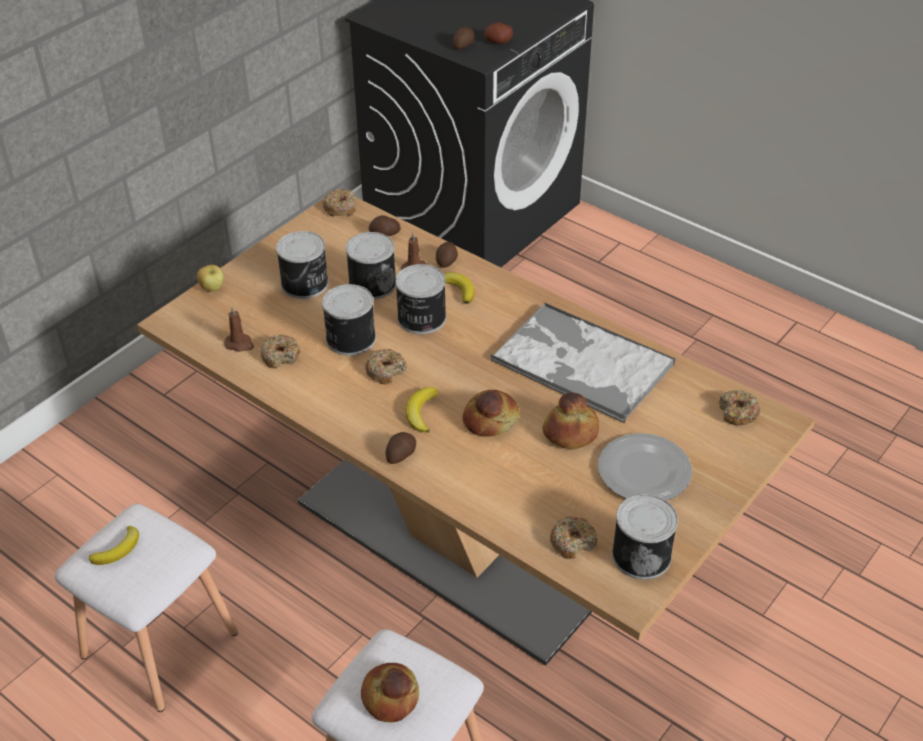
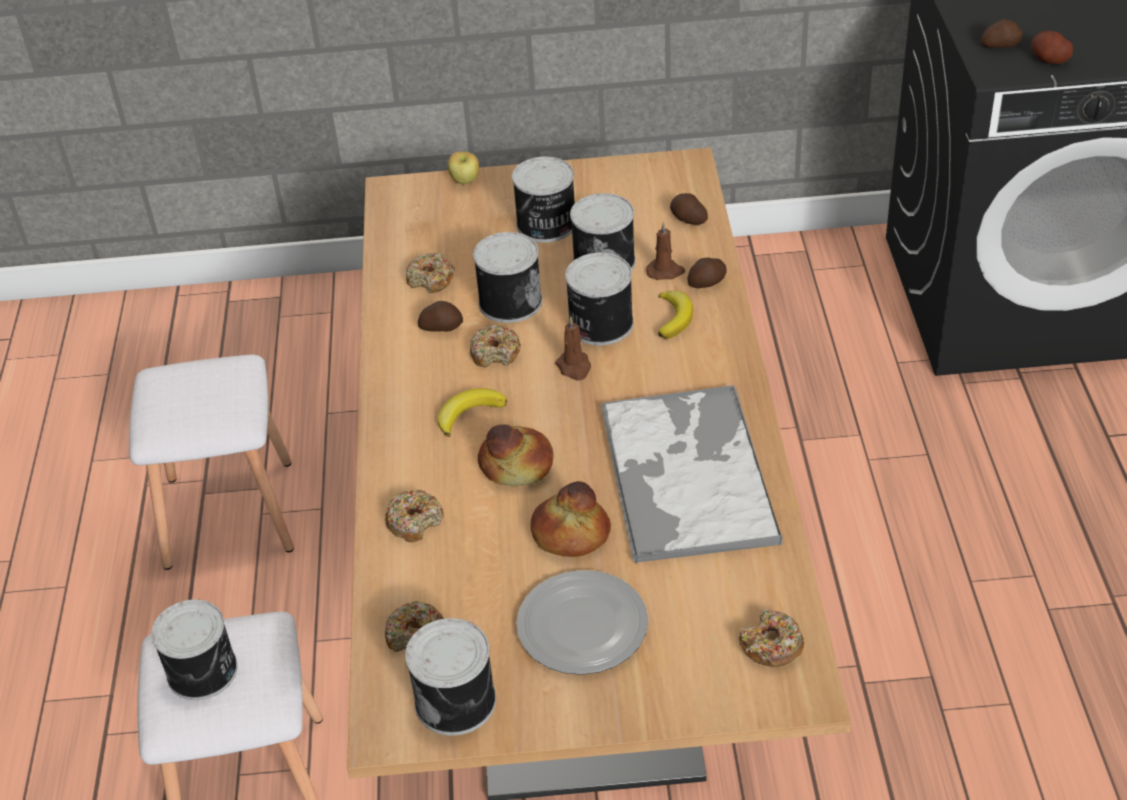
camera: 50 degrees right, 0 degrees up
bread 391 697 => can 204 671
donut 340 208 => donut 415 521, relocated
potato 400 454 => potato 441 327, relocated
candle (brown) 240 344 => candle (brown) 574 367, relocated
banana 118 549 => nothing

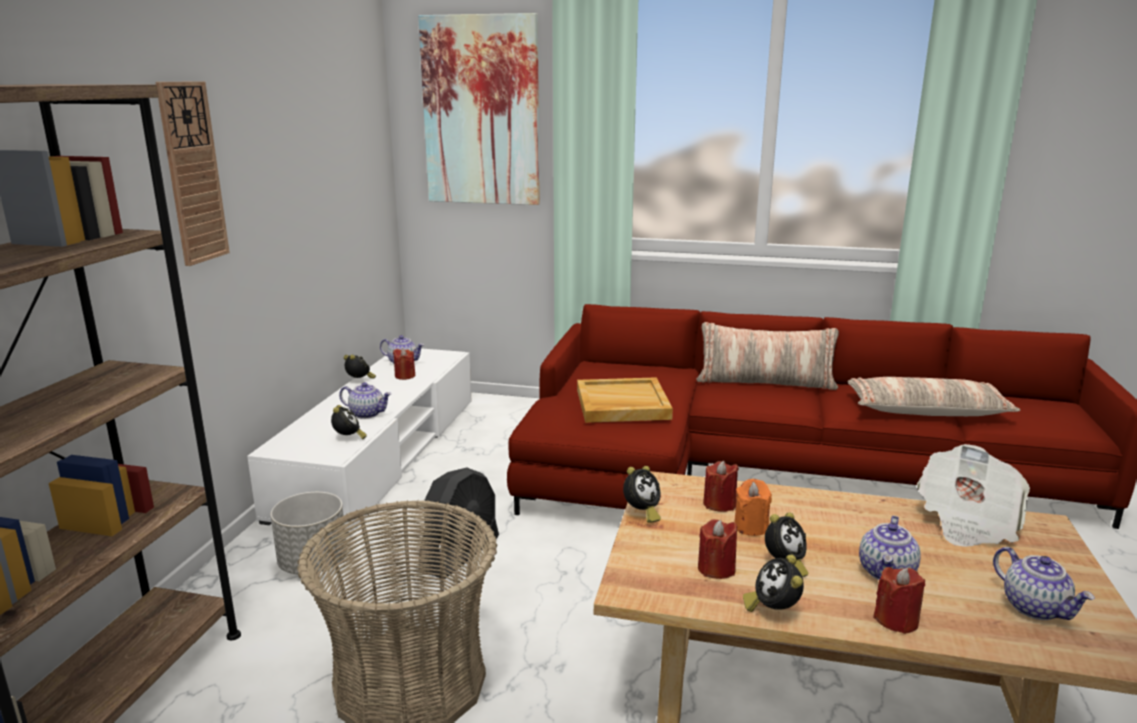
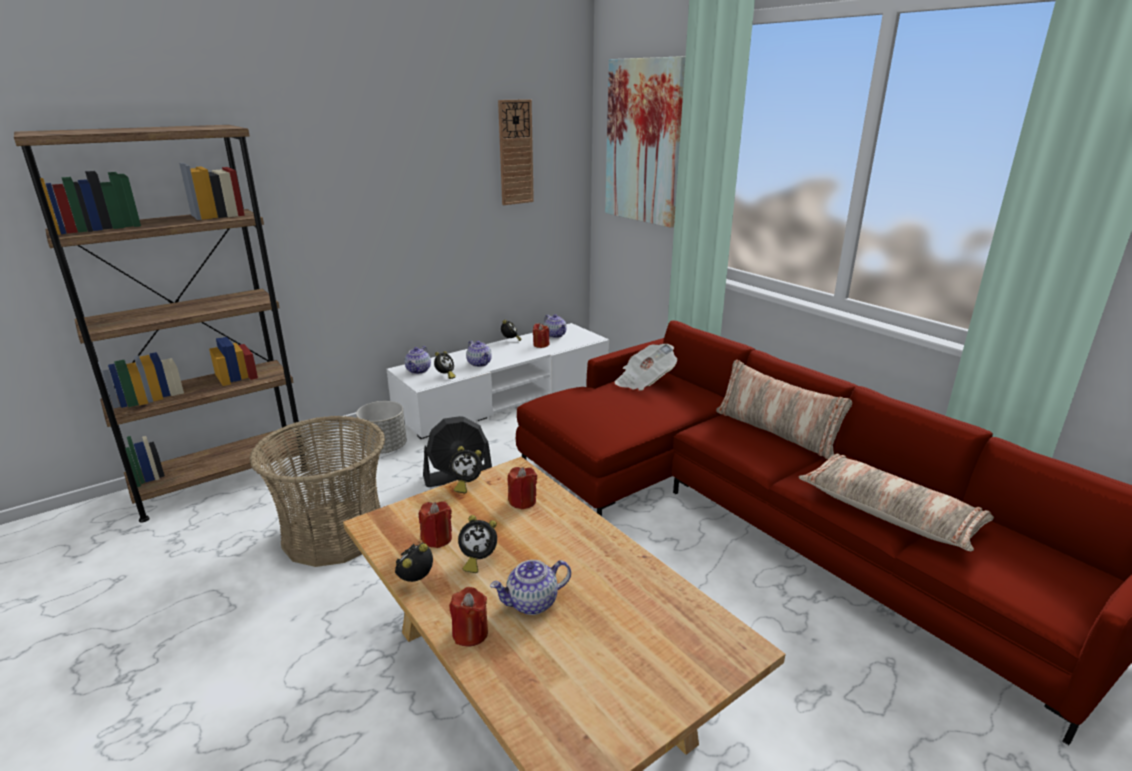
camera: 40 degrees right, 5 degrees up
teapot 1035 608 => teapot 418 370, relocated
wall clock 192 173 => wall clock 515 153, relocated
newspaper 967 522 => newspaper 644 381, relocated
tray (beige) 621 404 => nothing
candle (orange) 751 527 => nothing

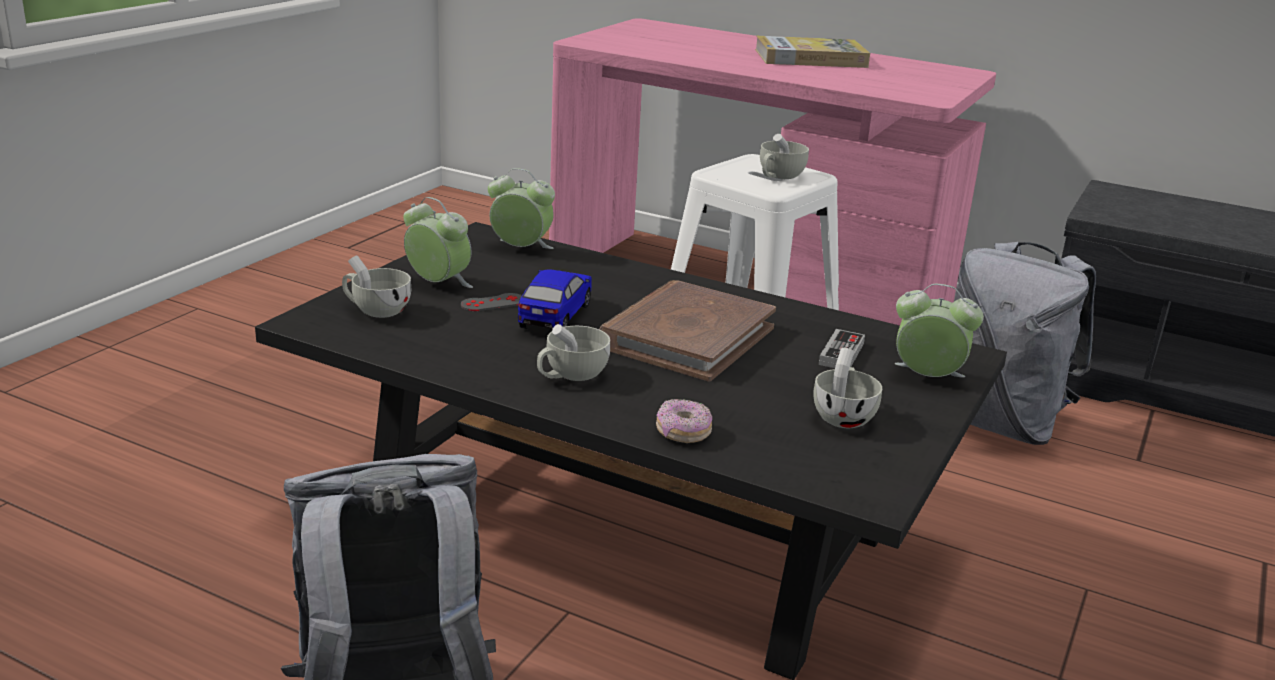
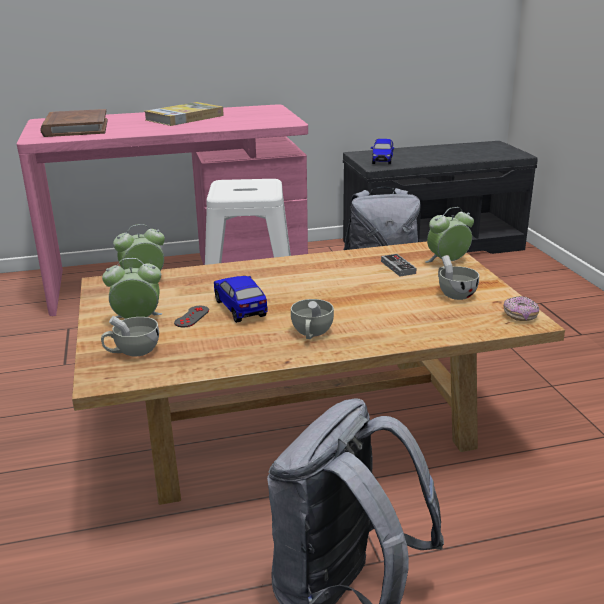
camera: 40 degrees left, 0 degrees up
book (brown) 687 337 => book (brown) 76 128, relocated
coffee table (black) 626 527 => coffee table (beige) 304 425
nothing => toy car 382 160
donut 683 433 => donut 520 316, relocated
cup (white) 778 177 => nothing

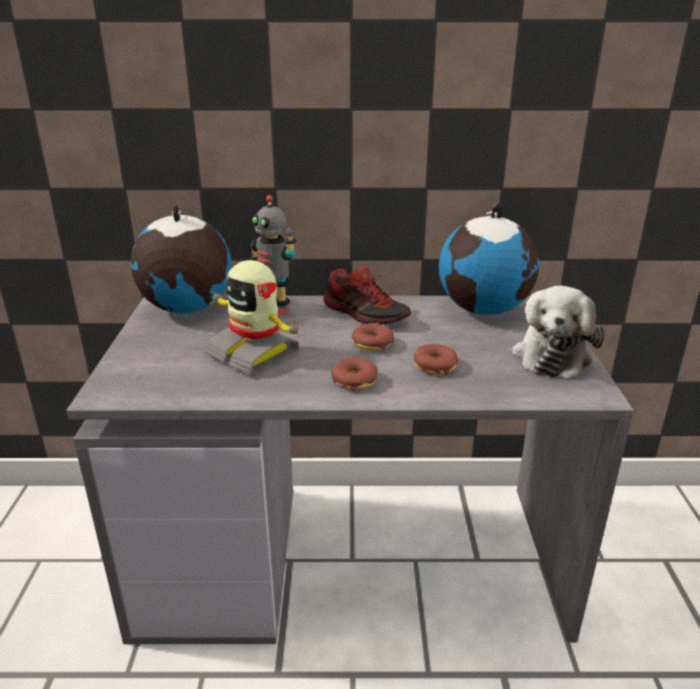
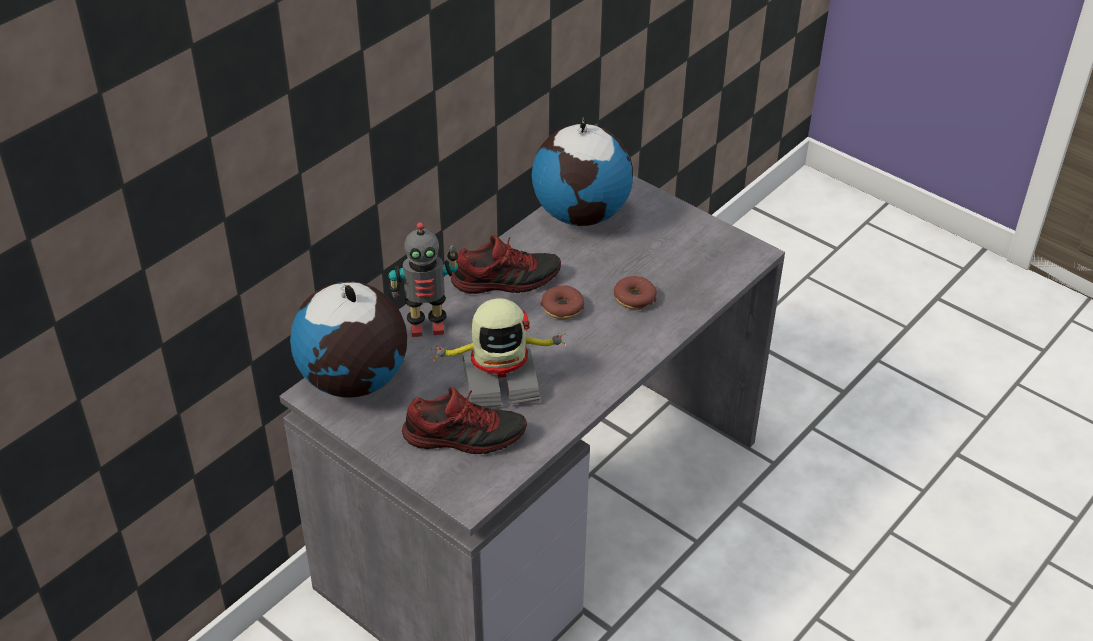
camera: 50 degrees left, 15 degrees up
nothing => shoe 464 435
donut 354 380 => nothing
plush toy 552 355 => nothing

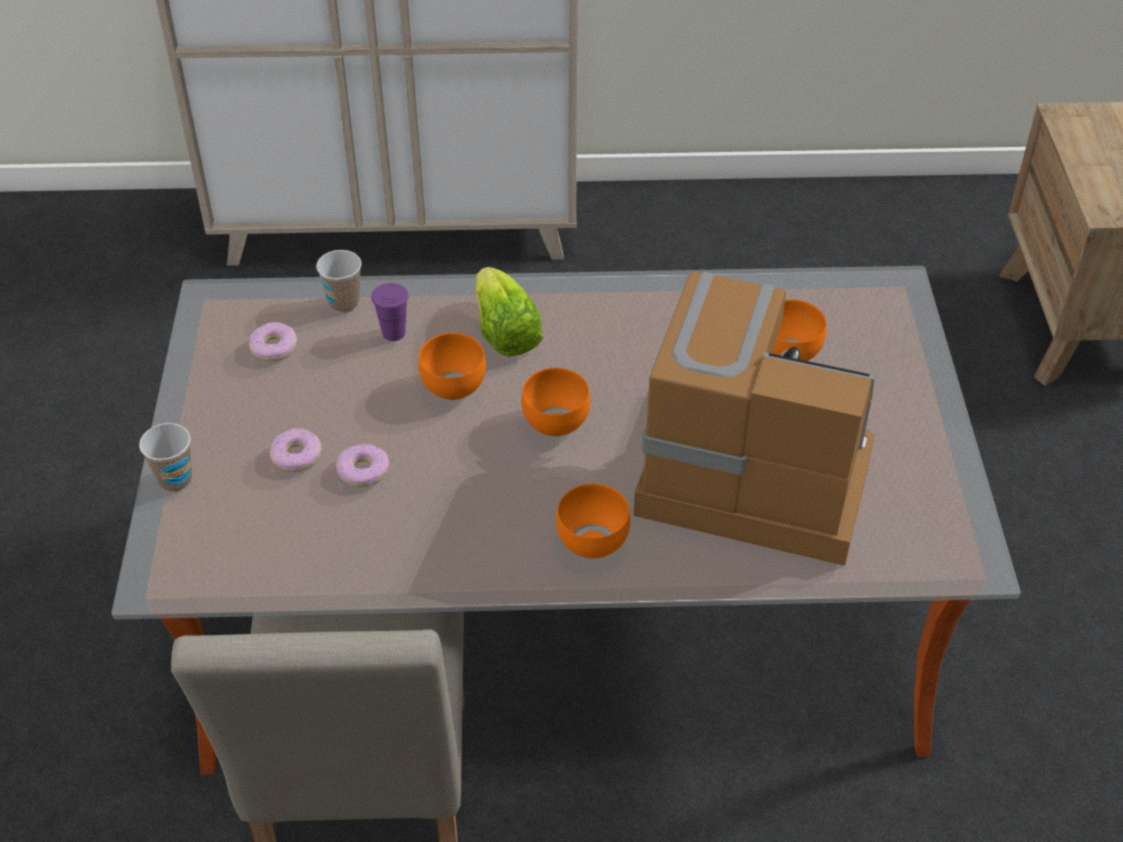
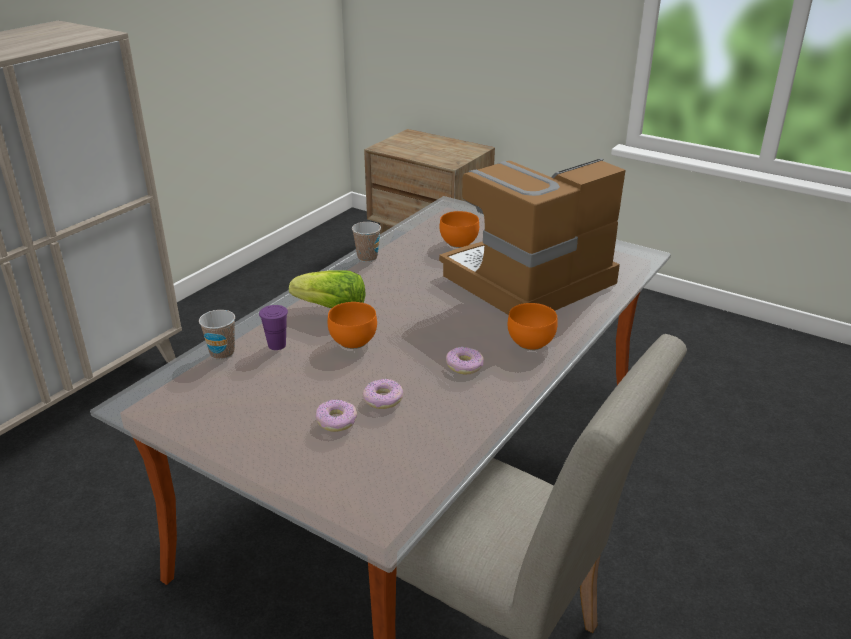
camera: 55 degrees left, 15 degrees down
cup 175 480 => cup 367 257, relocated
donut 274 348 => donut 464 365, relocated
bowl (orange) 558 422 => nothing

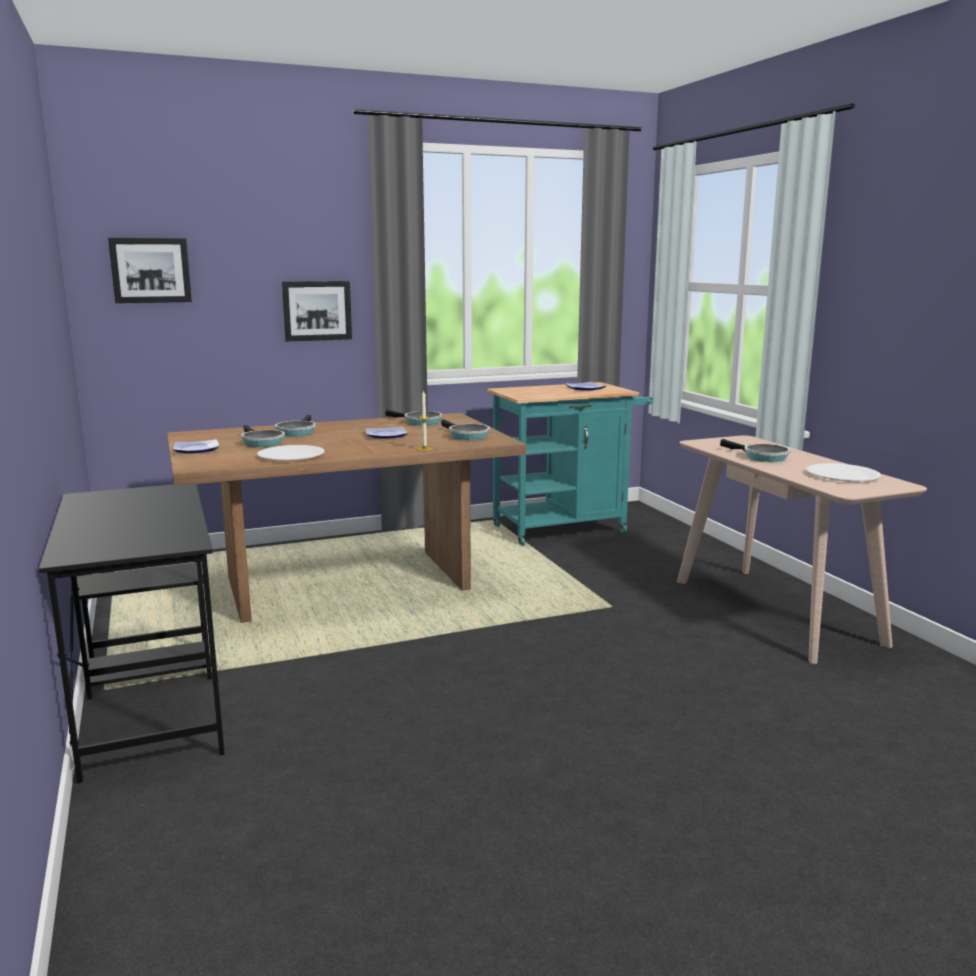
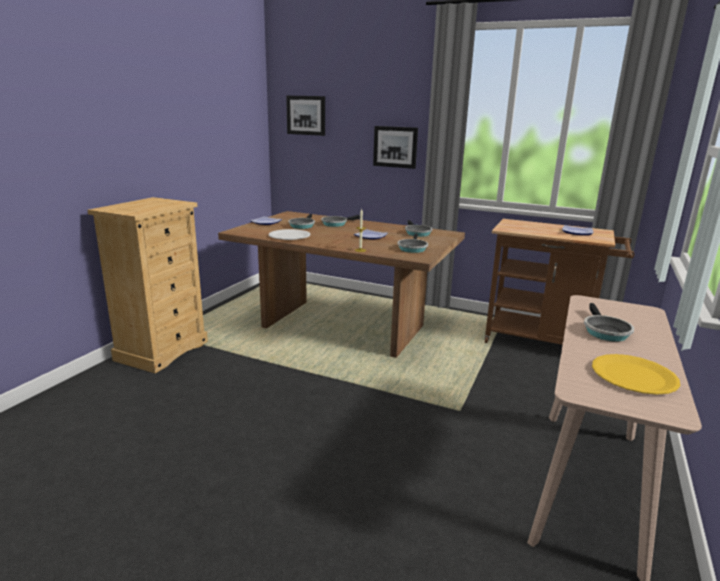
camera: 45 degrees right, 5 degrees up
desk (black) 151 706 => dresser (beige) 162 351
cart (turquoise) 567 528 => cart (brown) 544 342
plate (white) 842 475 => plate (yellow) 634 376

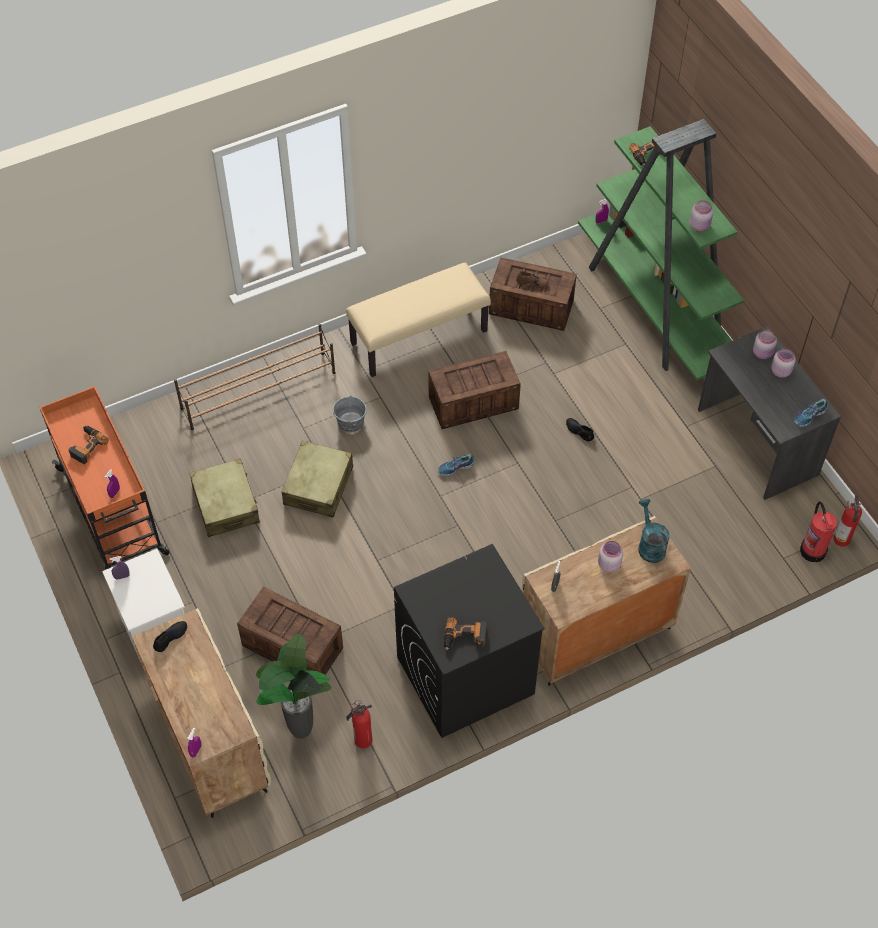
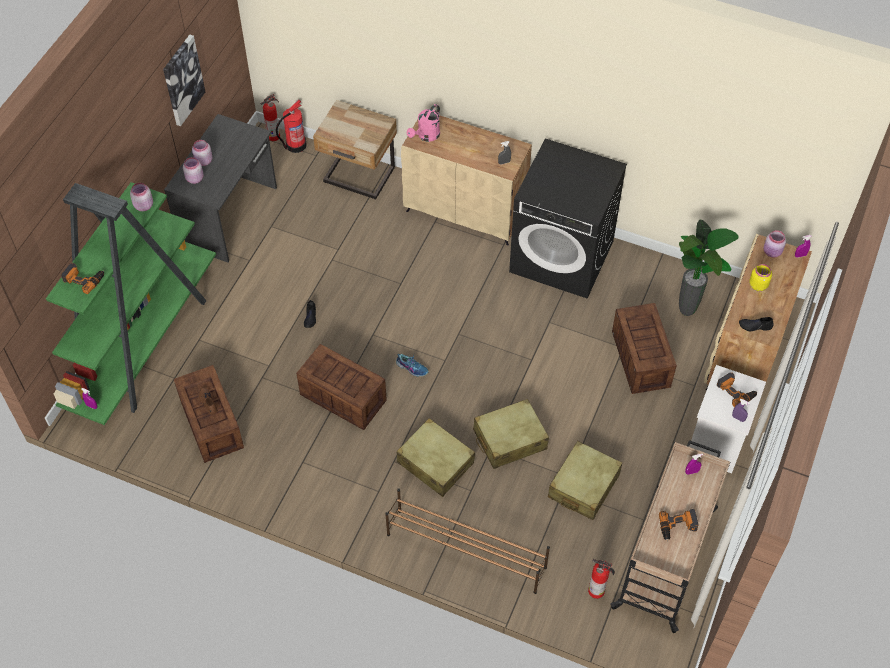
camera: 130 degrees left, 0 degrees up
nothing => picture 182 80
nothing => nightstand (beige) 358 177
bucket (grey) 350 422 => suitcase (beige) 435 463
watering can (turquoise) 649 545 => watering can (pink) 426 136
fire extinguisher 362 740 => fire extinguisher 597 591, relocated
cart (orange) 112 512 => cart (beige) 666 556
power drill 464 638 => power drill 736 391, relocated
nothing => jar (yellow) 758 285
jar (pink) 608 564 => jar (pink) 772 252, relocated
bench (beige) 419 336 => nothing
shoe 810 416 => nothing

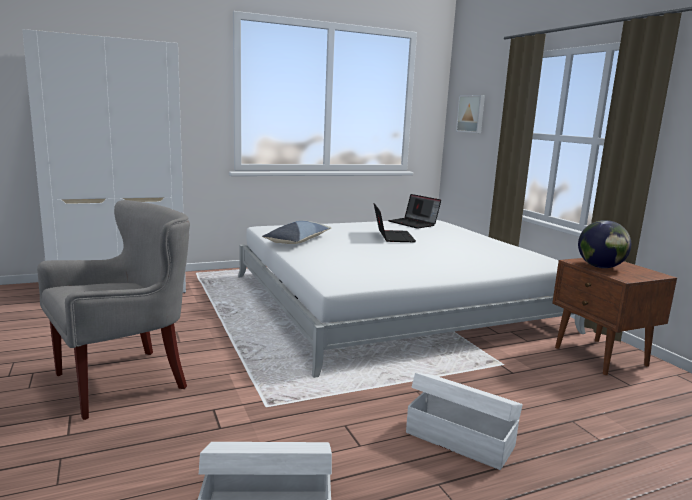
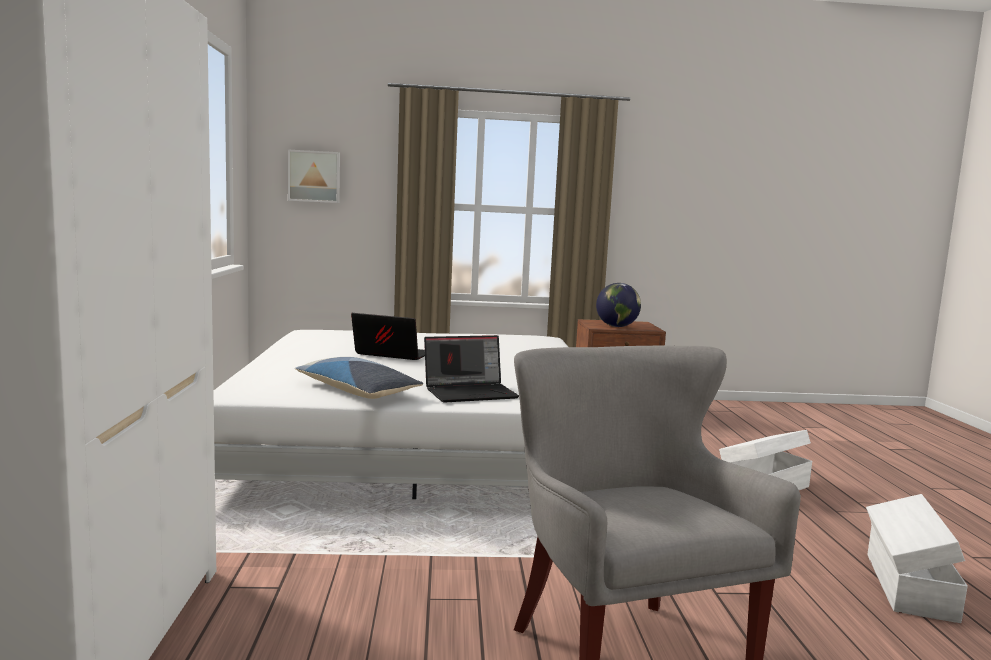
camera: 70 degrees left, 5 degrees down
laptop 414 223 => laptop 471 392, relocated

